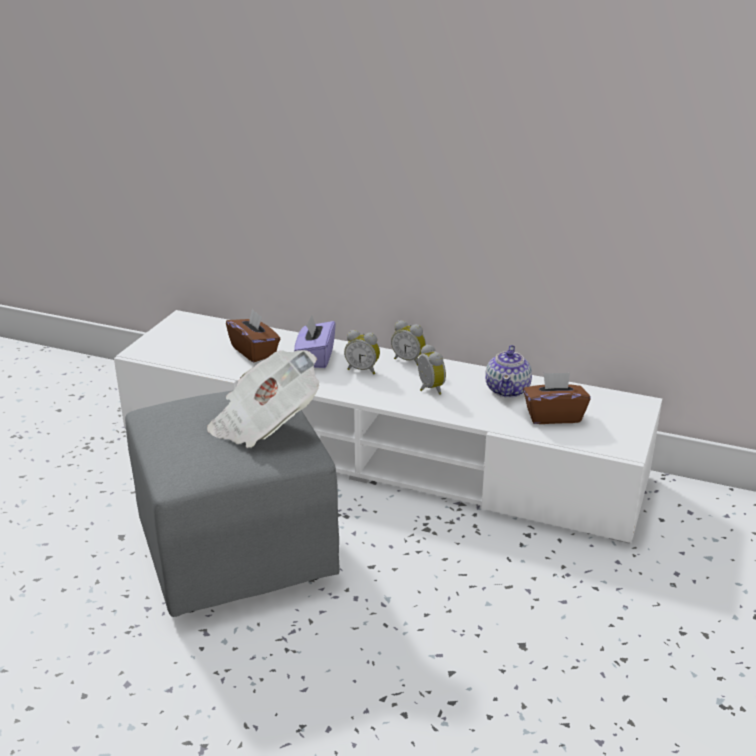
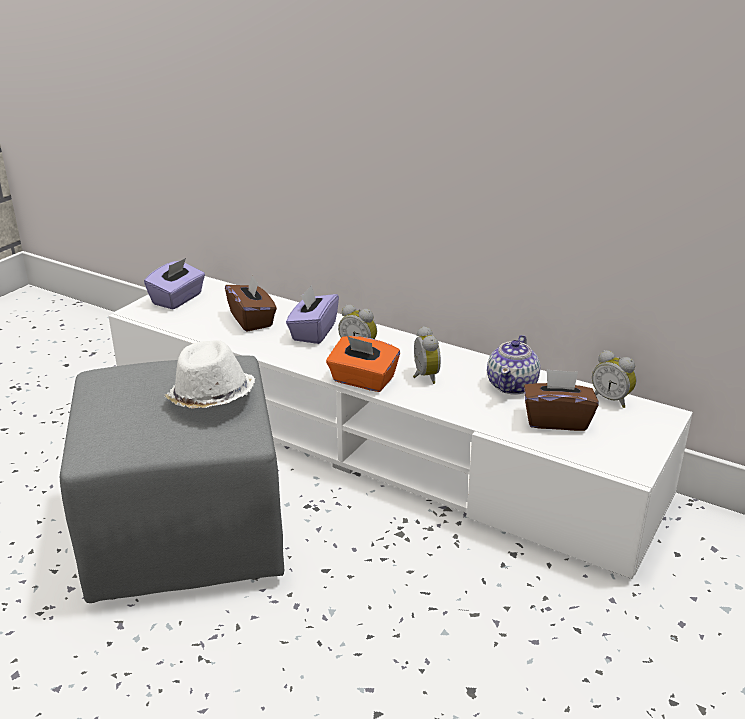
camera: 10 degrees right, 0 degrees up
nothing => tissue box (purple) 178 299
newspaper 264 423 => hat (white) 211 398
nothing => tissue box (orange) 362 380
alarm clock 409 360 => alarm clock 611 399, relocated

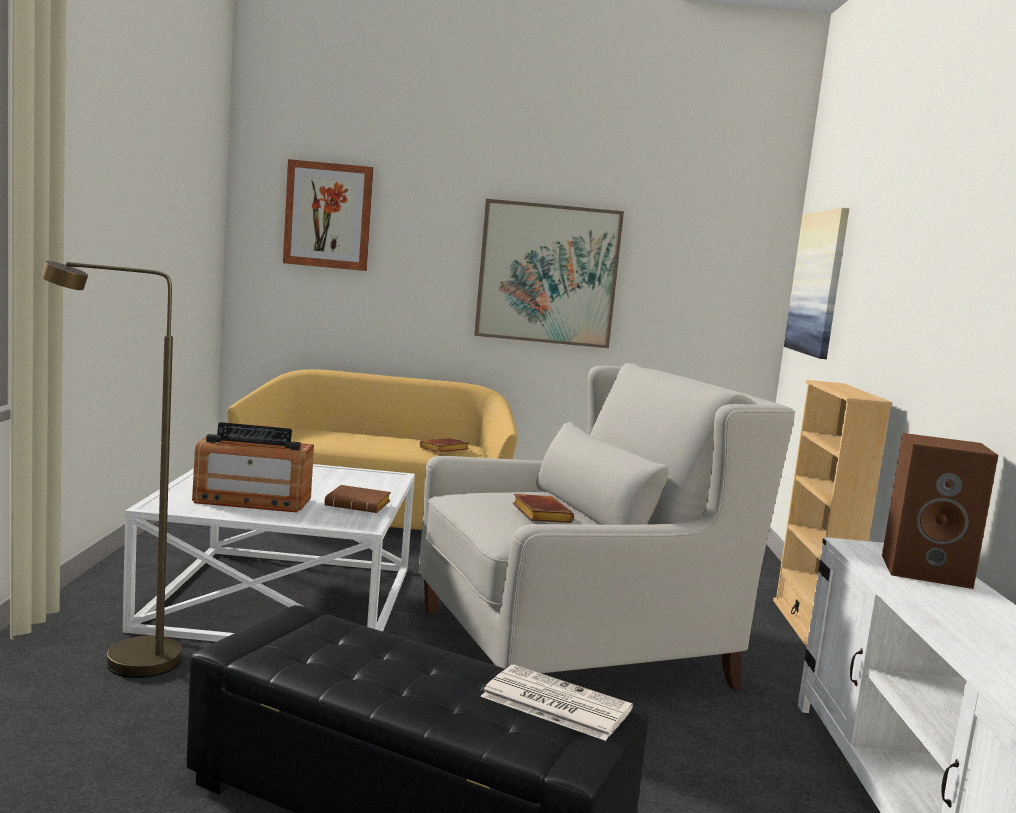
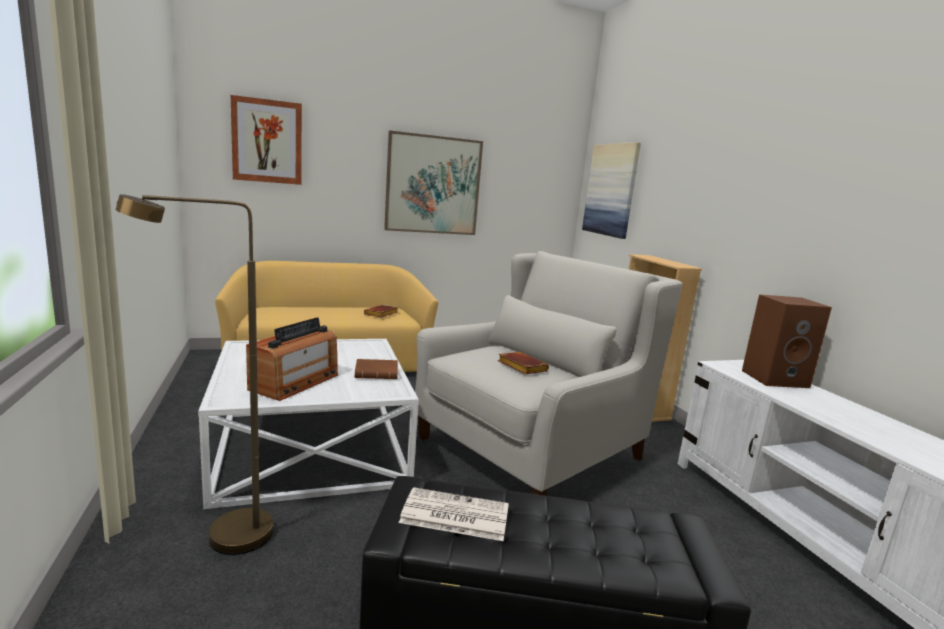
camera: 20 degrees left, 5 degrees up
radio 252 500 => radio 295 382, 45 degrees counterclockwise
newspaper 553 703 => newspaper 453 515, relocated

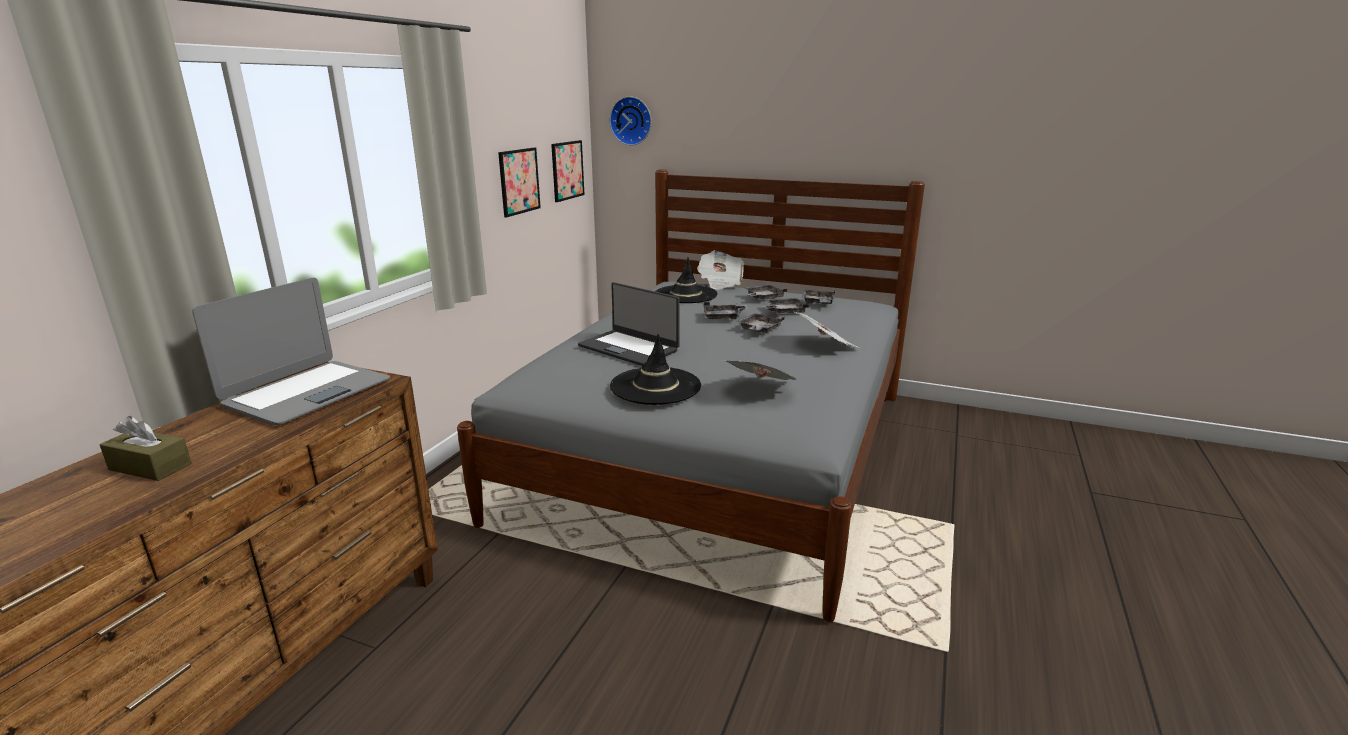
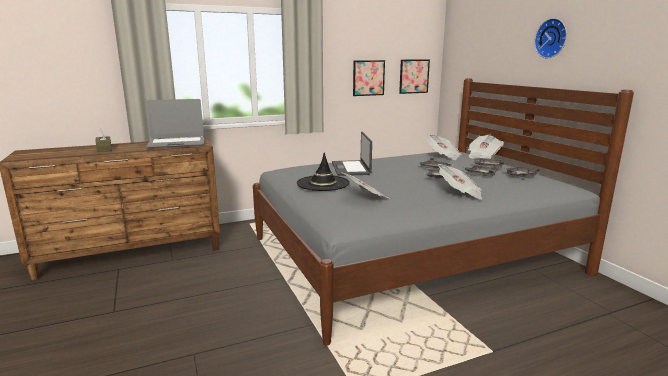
camera: 45 degrees right, 5 degrees down
hat (black) 685 294 => newspaper 443 156
wall clock 632 121 => wall clock 552 38, relocated

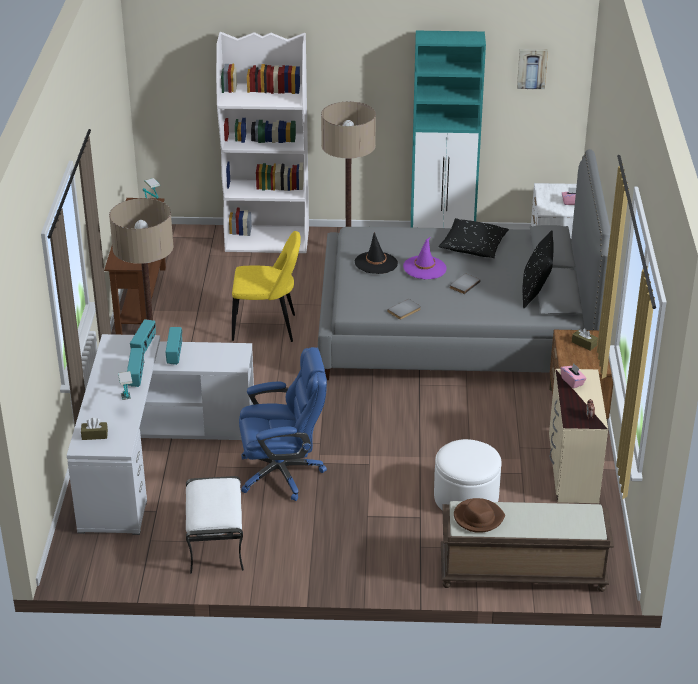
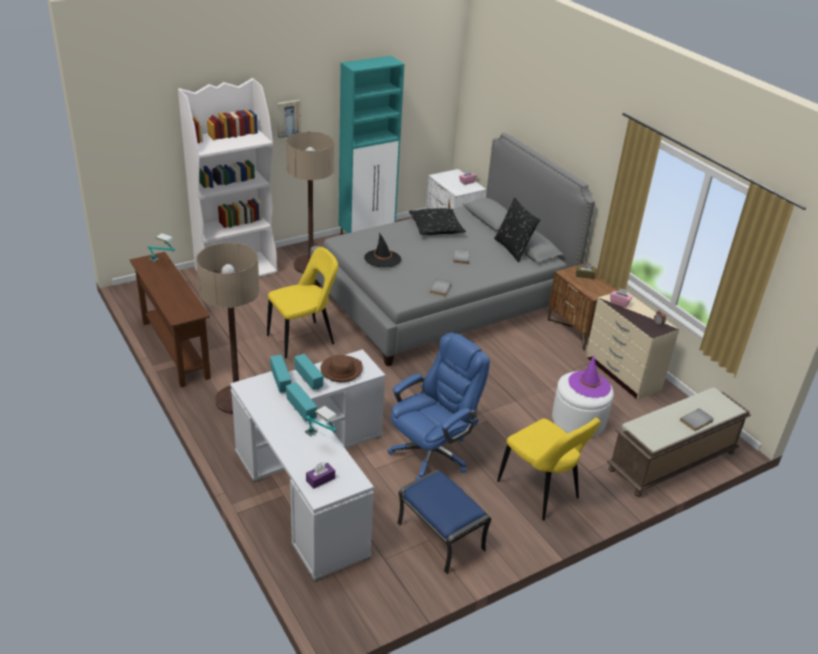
camera: 35 degrees left, 0 degrees up
picture 532 68 => picture 288 118, relocated
tissue box (brown) 94 435 => tissue box (purple) 320 479
hat (brown) 478 517 => hat (brown) 341 370, relocated
ottoman (white) 217 544 => ottoman (blue) 441 536
nothing => chair (yellow) 540 492
hat (purple) 424 268 => hat (purple) 589 384, relocated
nothing => book (grey) 697 421

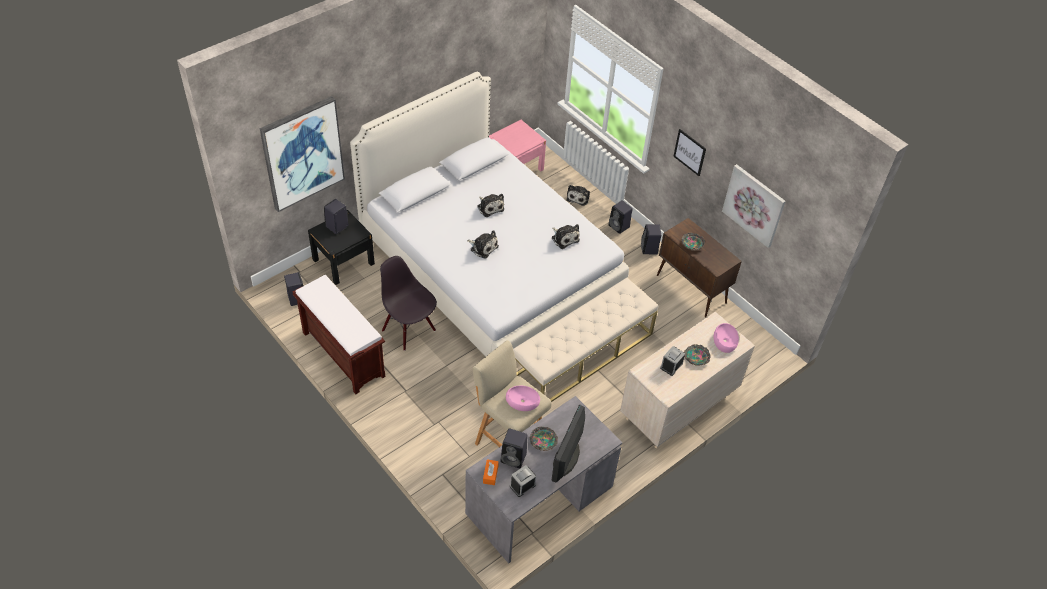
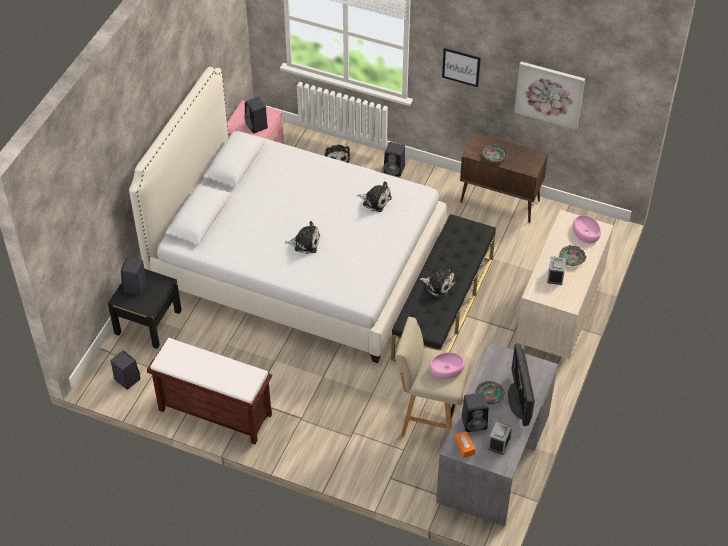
camera: 25 degrees left, 0 degrees up
speaker (black) 649 249 => speaker (black) 257 126, relocated
bench (beige) 582 355 => bench (black) 443 308
plush toy 490 207 => plush toy 438 285, relocated
picture 302 153 => nothing
chair (black) 409 330 => nothing

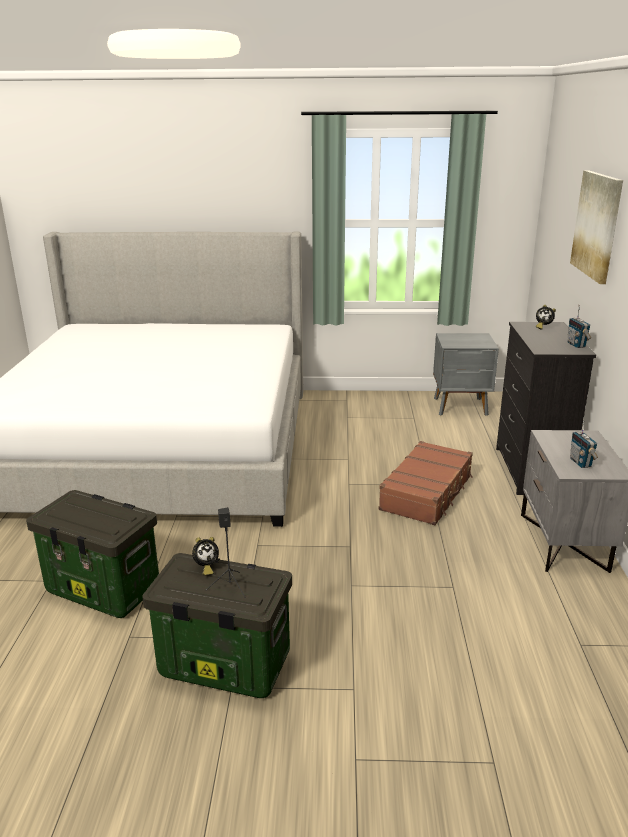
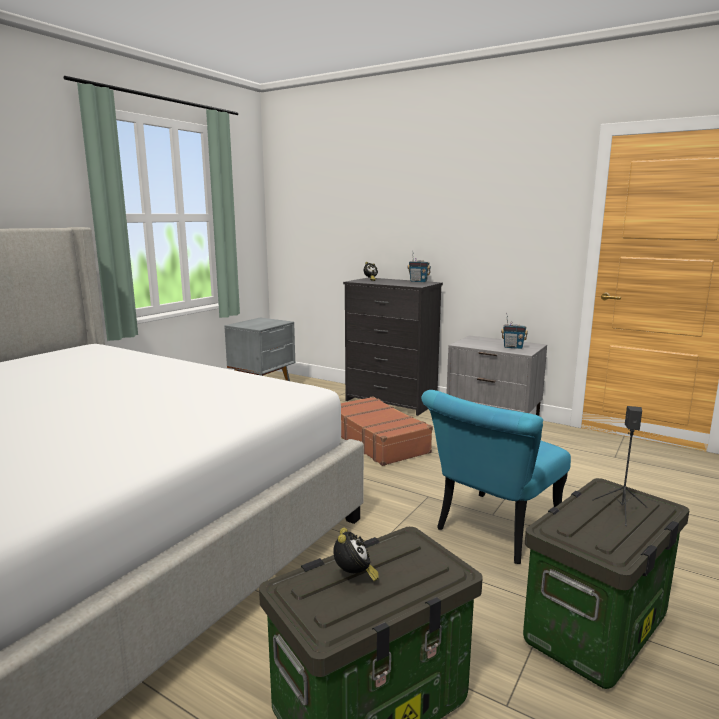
camera: 60 degrees left, 10 degrees down
alarm clock 206 567 => alarm clock 354 576, relocated
nothing => chair (turquoise) 492 532
picture 597 225 => nothing

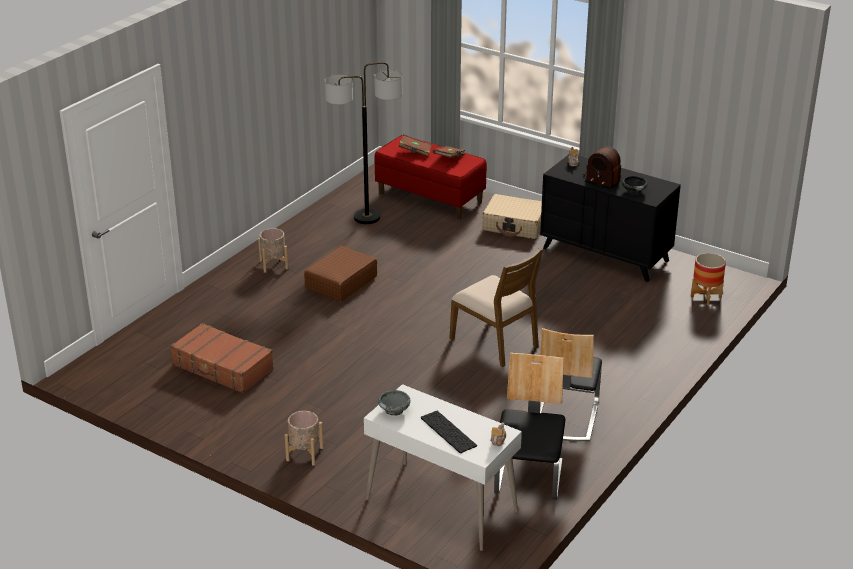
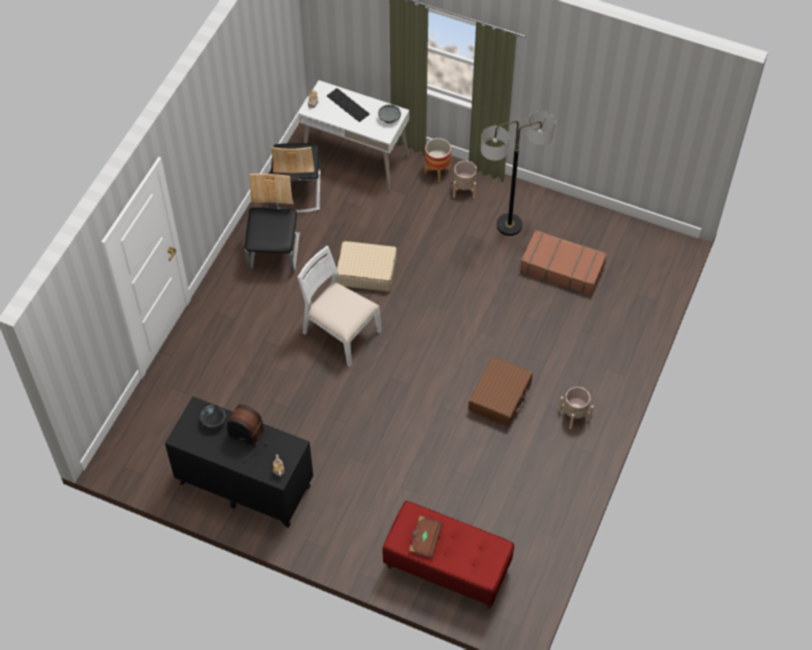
camera: 170 degrees right, 25 degrees up
chair (brown) 495 342 => chair (white) 340 333
suitcase (beige) 514 225 => suitcase (beige) 366 271, relocated
planter 706 297 => planter 437 171, relocated
floor lamp 366 217 => floor lamp 509 225, relocated
book (brown) 415 151 => nothing

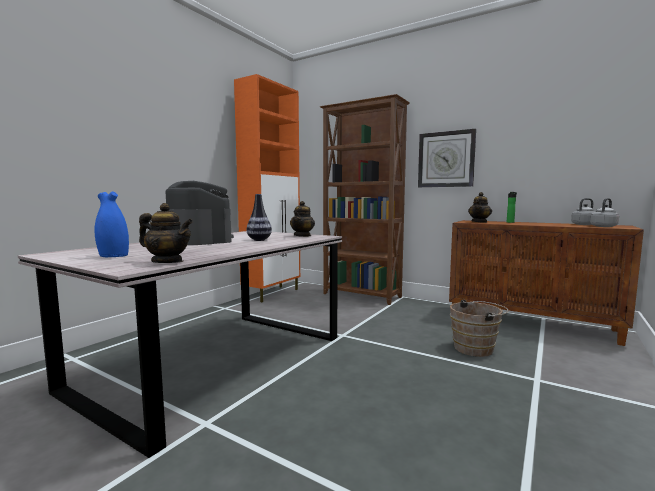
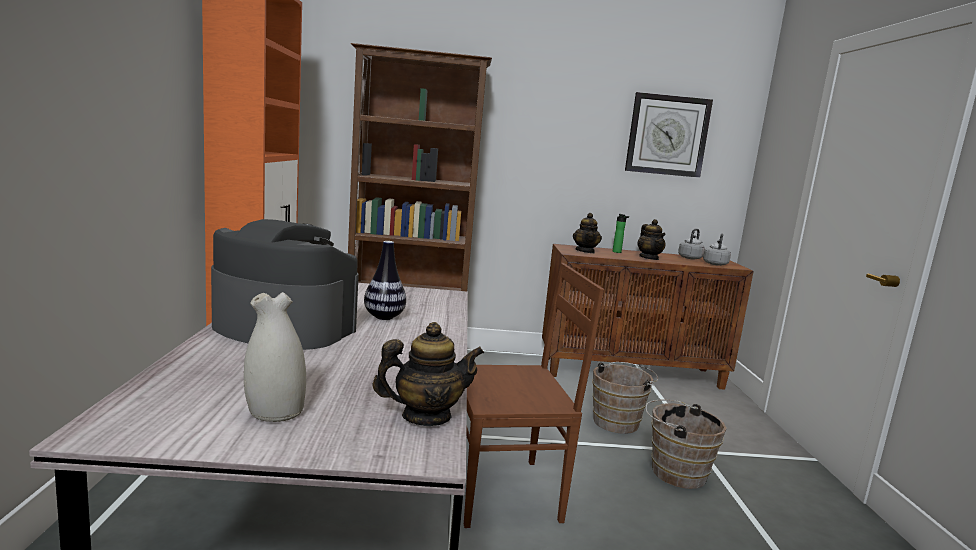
camera: 35 degrees left, 5 degrees up
vase (blue) 113 255 => vase (white) 274 412
nothing => chair (brown) 506 492
wall clock 446 159 => wall clock 667 135, relocated
teapot 302 235 => teapot 649 258, relocated
nothing => bucket (brown) 674 471

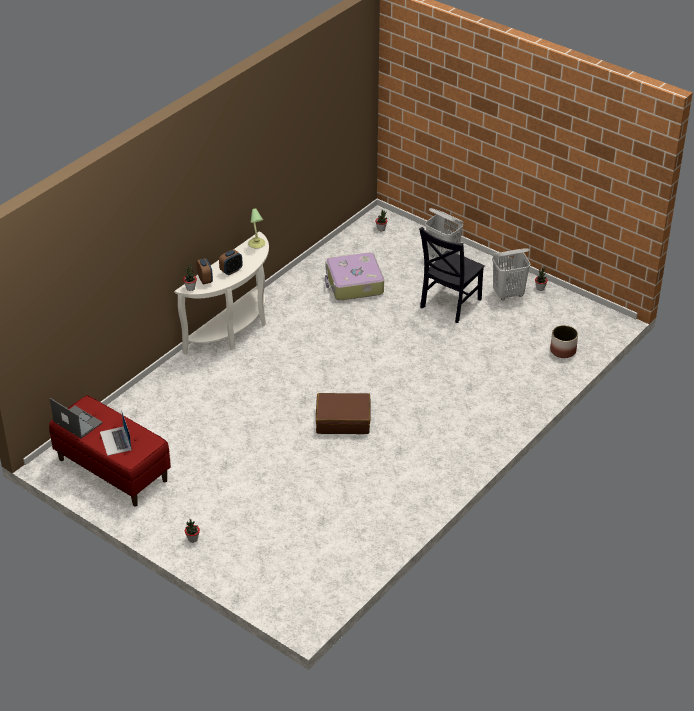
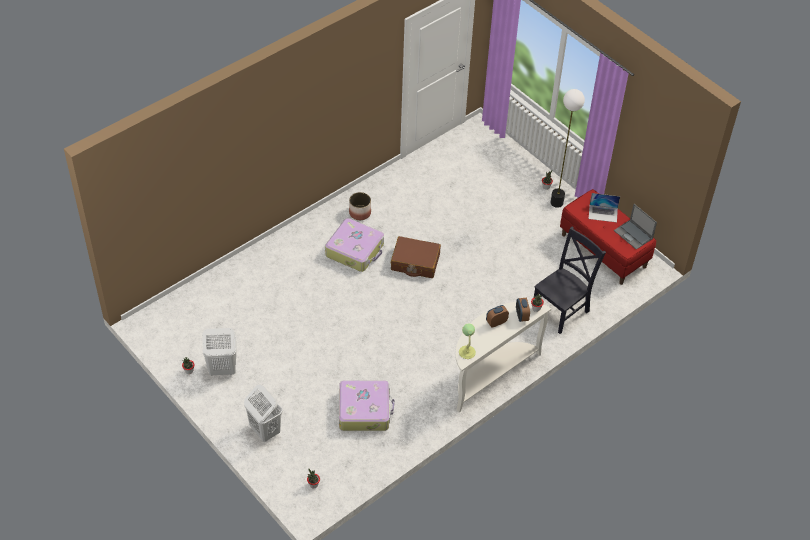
camera: 170 degrees left, 10 degrees up
nothing => suitcase 355 250
planter 563 350 => planter 359 213, relocated
chair (black) 449 304 => chair (black) 562 309, relocated
nothing => floor lamp 557 202
laptop 115 441 => laptop 603 213, 105 degrees clockwise

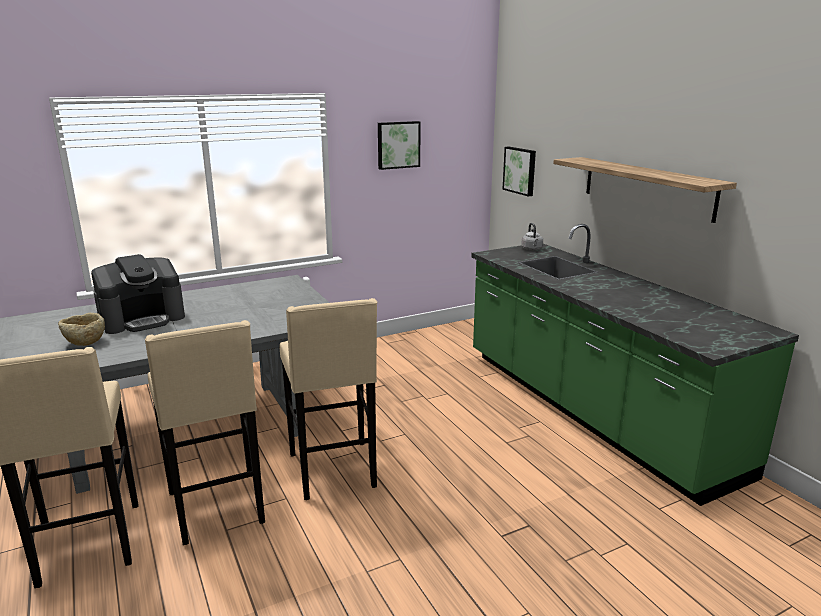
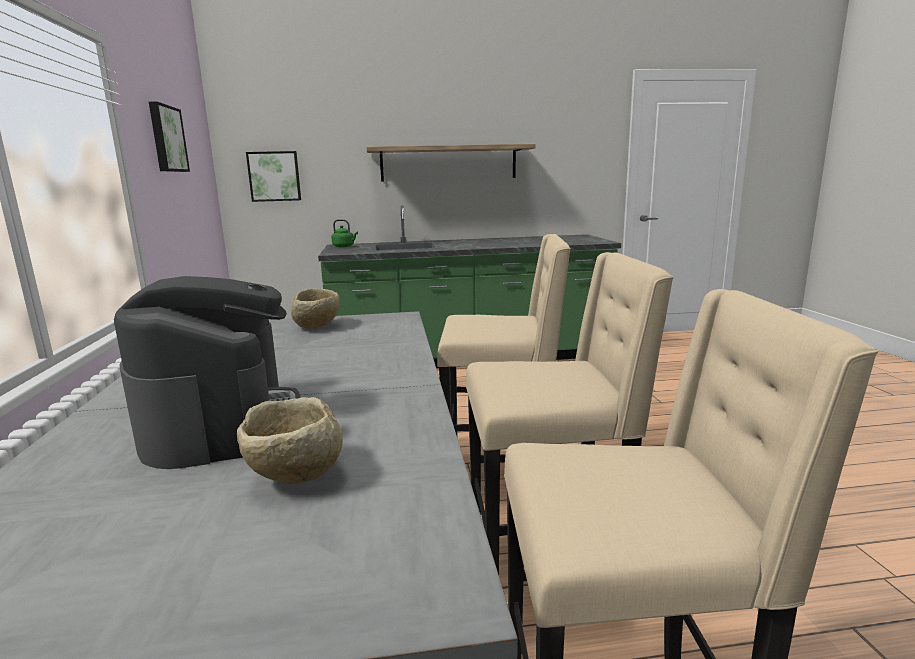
camera: 70 degrees left, 5 degrees down
nothing => bowl (beige) 317 327
kettle (grey) 532 249 => kettle (green) 344 246

